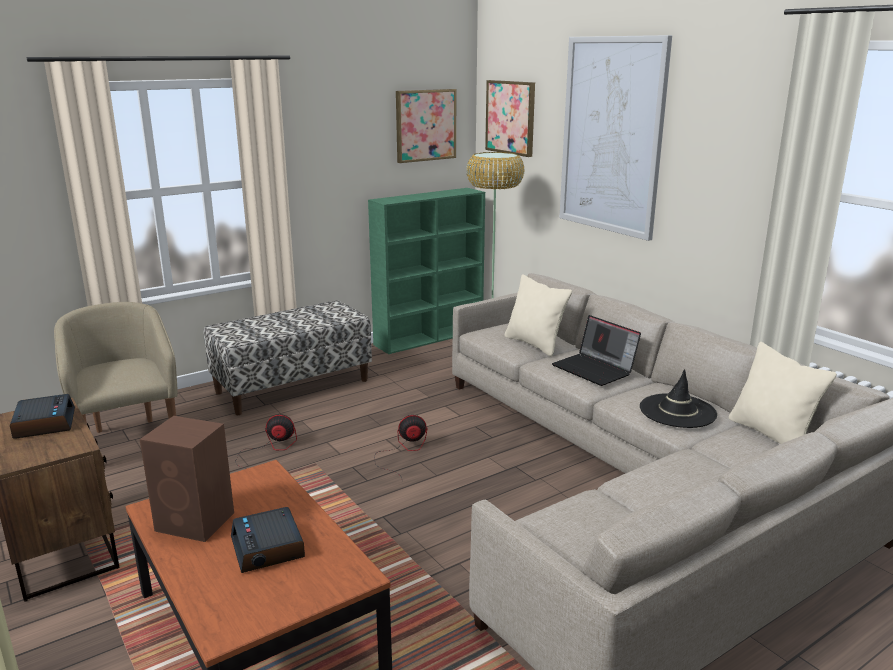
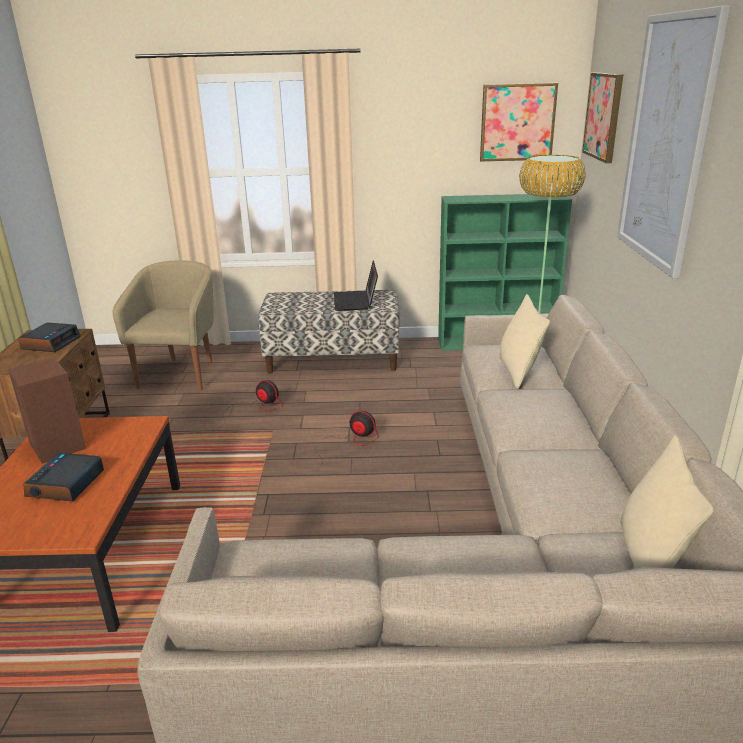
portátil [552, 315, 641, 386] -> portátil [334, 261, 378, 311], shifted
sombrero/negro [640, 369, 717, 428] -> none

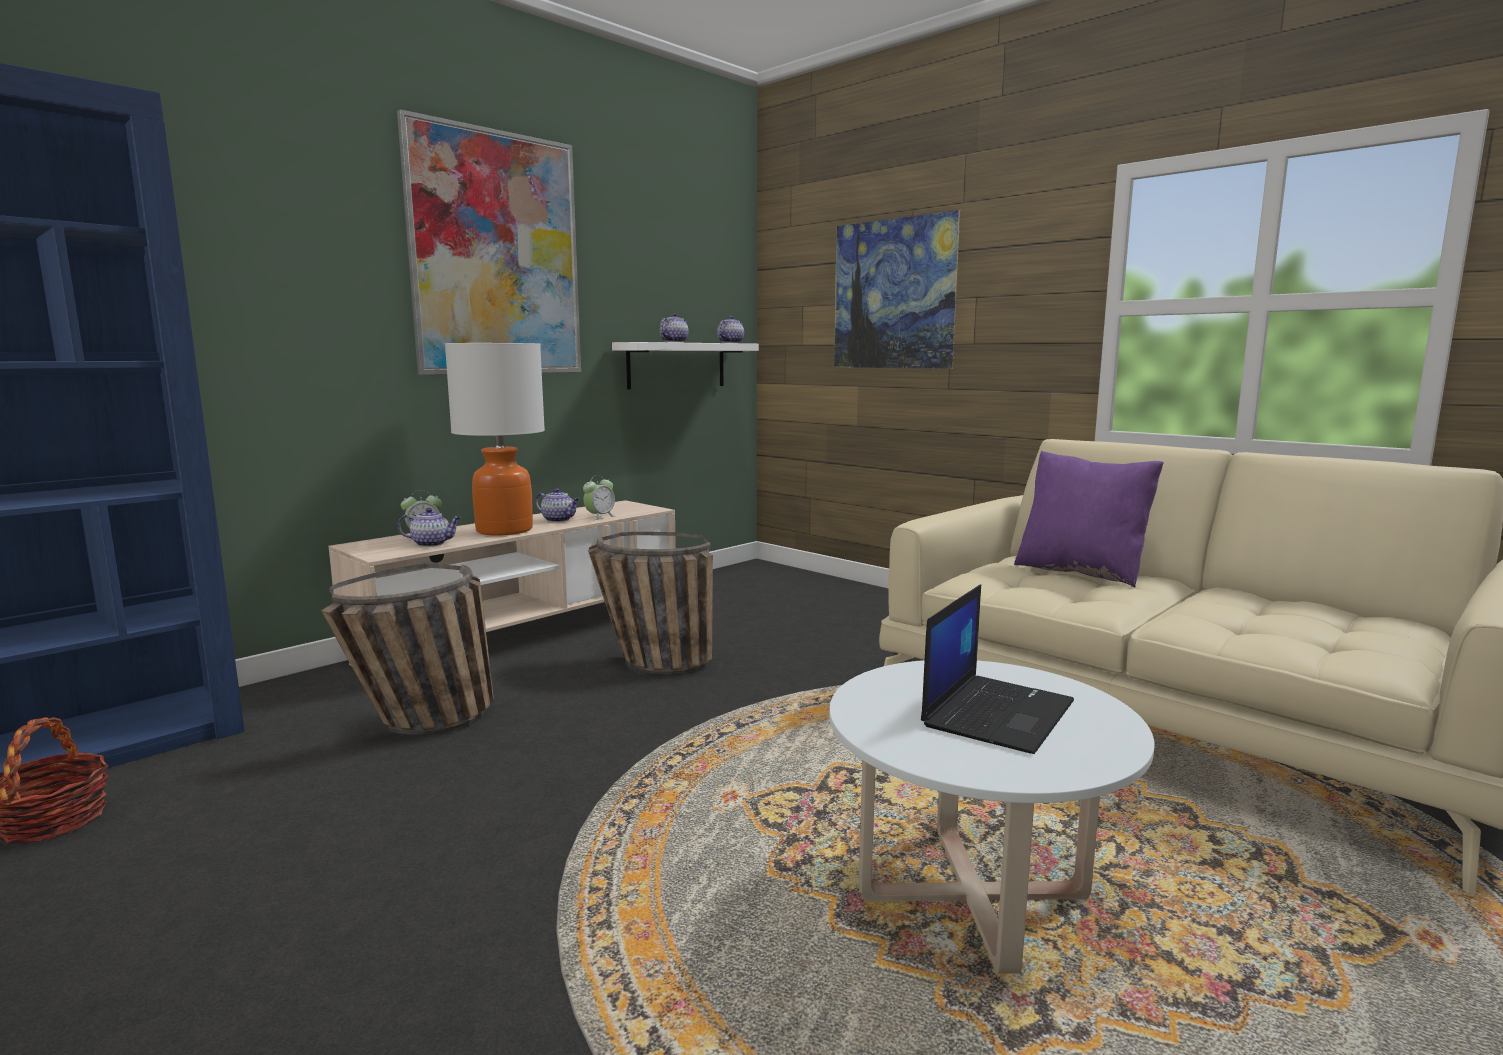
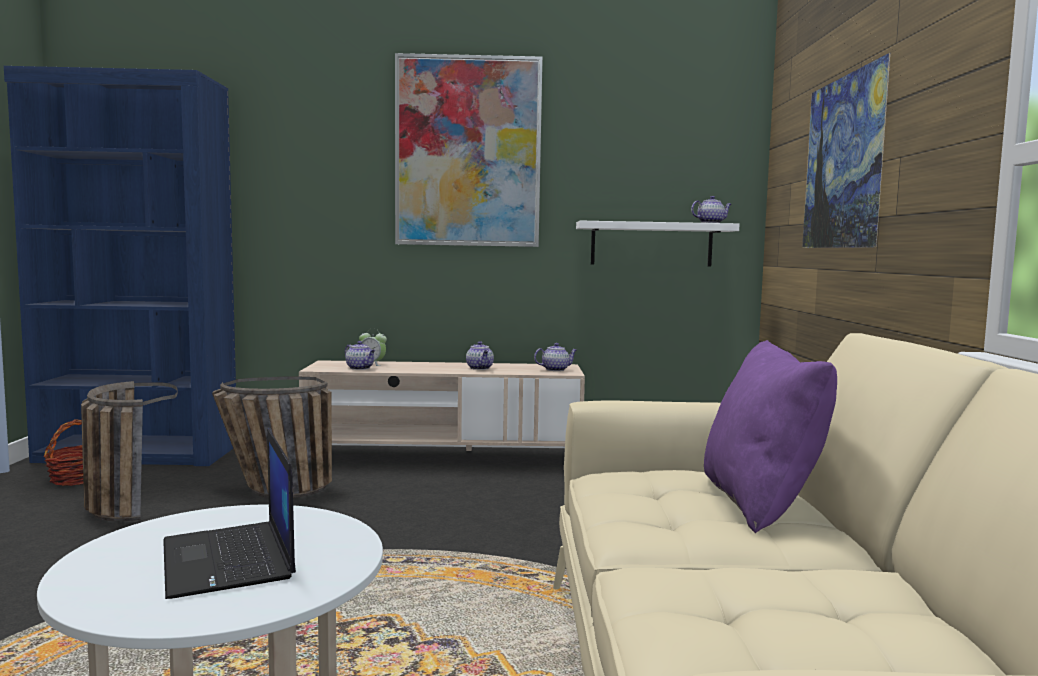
lámpara de mesa [445, 343, 545, 536] -> none
despertador [583, 475, 615, 520] -> none
cesta [588, 532, 713, 675] -> cesta [81, 381, 178, 521], shifted
tetera [660, 313, 689, 343] -> tetera [534, 343, 577, 371], shifted
portátil [921, 584, 1074, 754] -> portátil [163, 428, 296, 599], 75 degrees clockwise

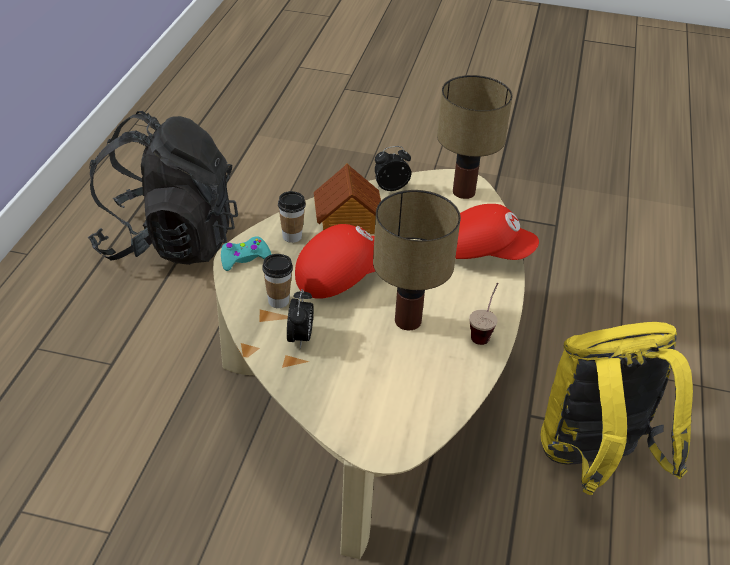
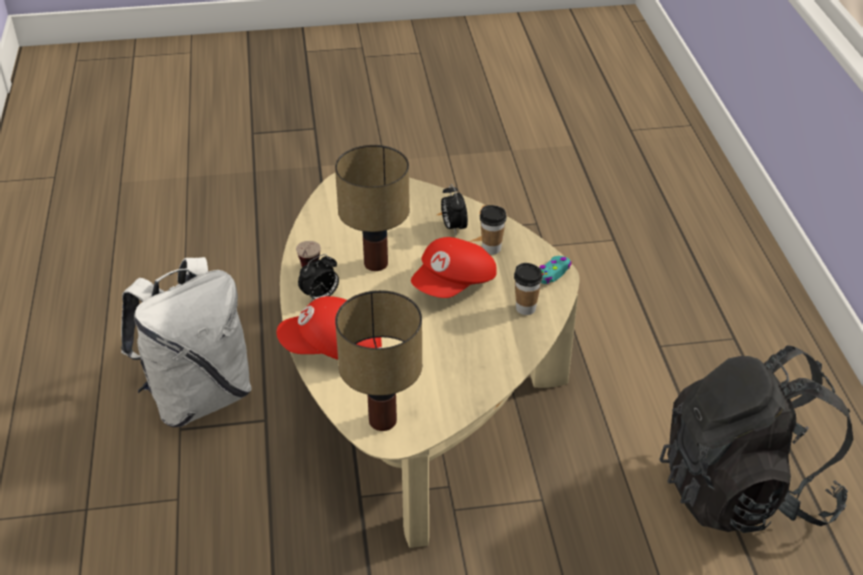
casita [314, 164, 381, 234] -> none
despertador [375, 146, 411, 191] -> despertador [298, 254, 339, 303], shifted
mochila/amarillo [540, 322, 693, 495] -> mochila/blanco [121, 257, 252, 427]

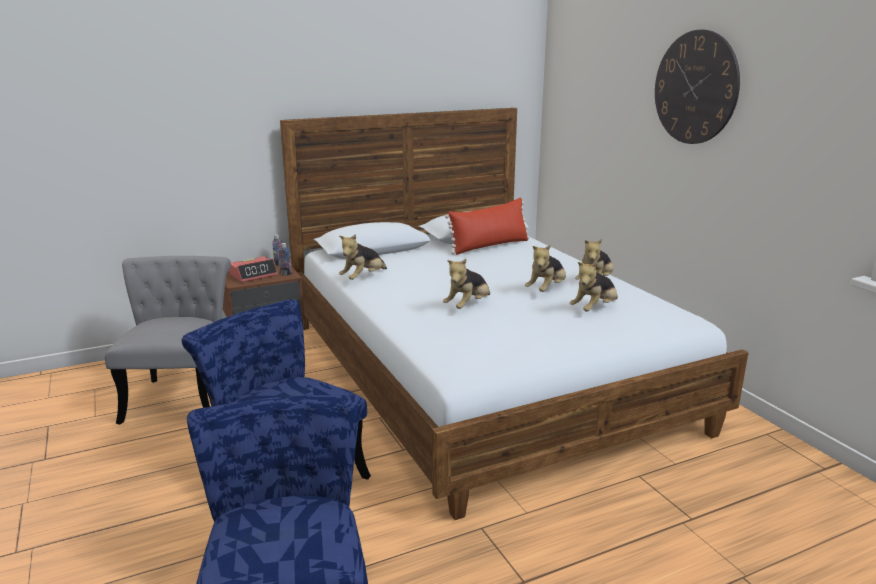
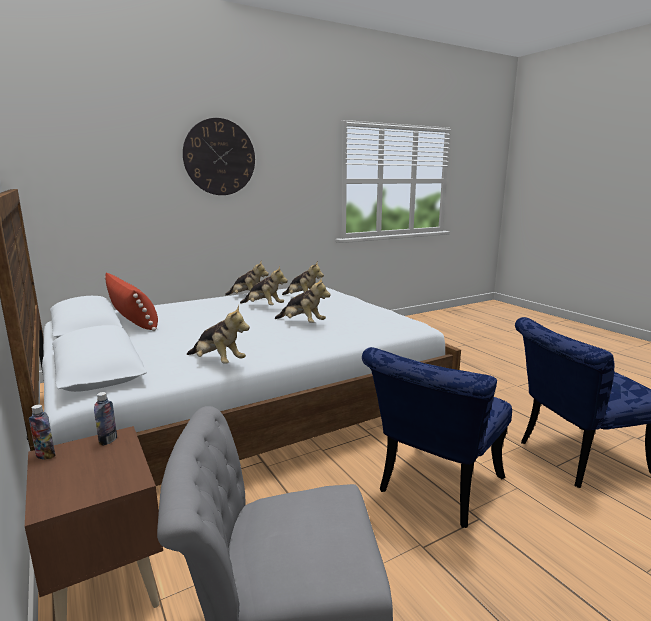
despertador [230, 256, 278, 282] -> none

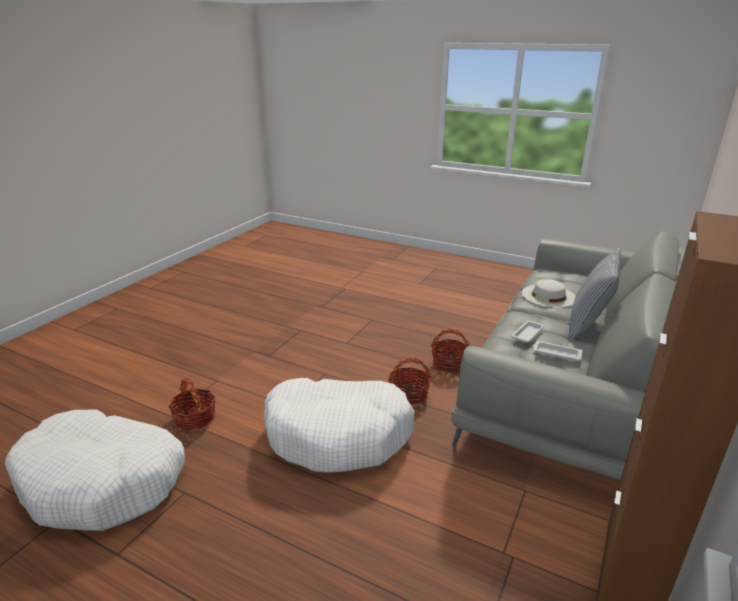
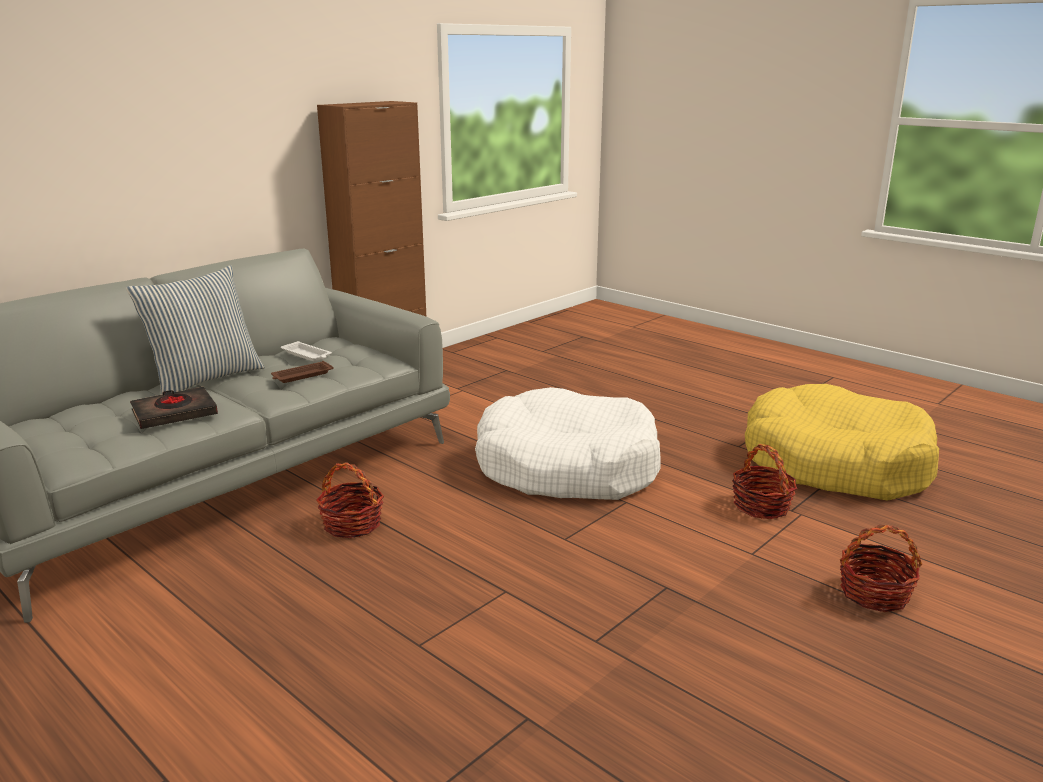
cama para perro/blanco [5, 410, 185, 531] -> cama para perro/amarillo [745, 384, 939, 501]
cesta [388, 357, 431, 405] -> cesta [840, 525, 922, 612], shifted
bandeja/blanco [511, 320, 544, 343] -> bandeja/marrón [271, 361, 334, 383]
sombrero/blanco [522, 279, 576, 308] -> libro/negro [130, 387, 218, 429]

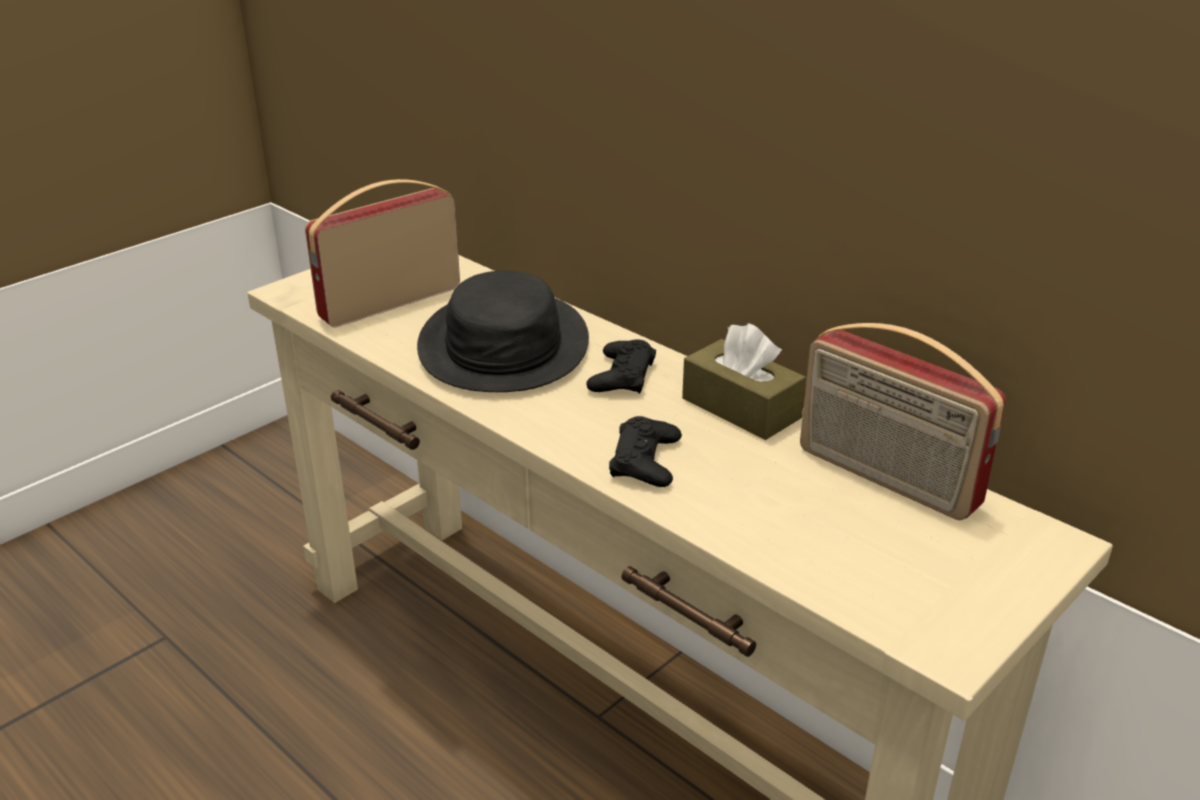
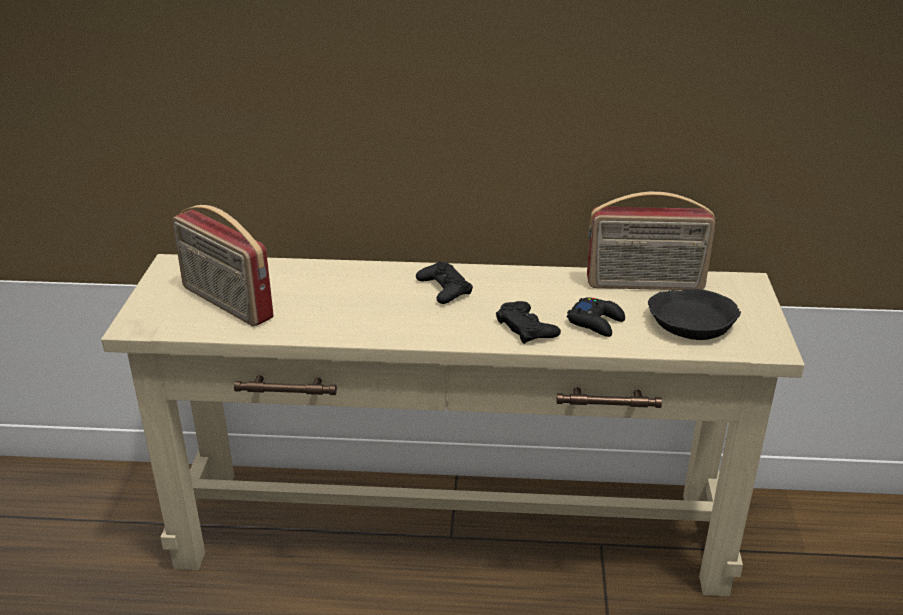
radio [305, 179, 460, 327] -> radio [172, 205, 274, 327], 60 degrees counterclockwise
sombrero/negro [417, 271, 589, 392] -> none
caja de pañuelos/marrón [682, 323, 806, 440] -> none
none -> mando de consola/negro [567, 297, 625, 337]
none -> cuenco/negro [648, 289, 741, 340]

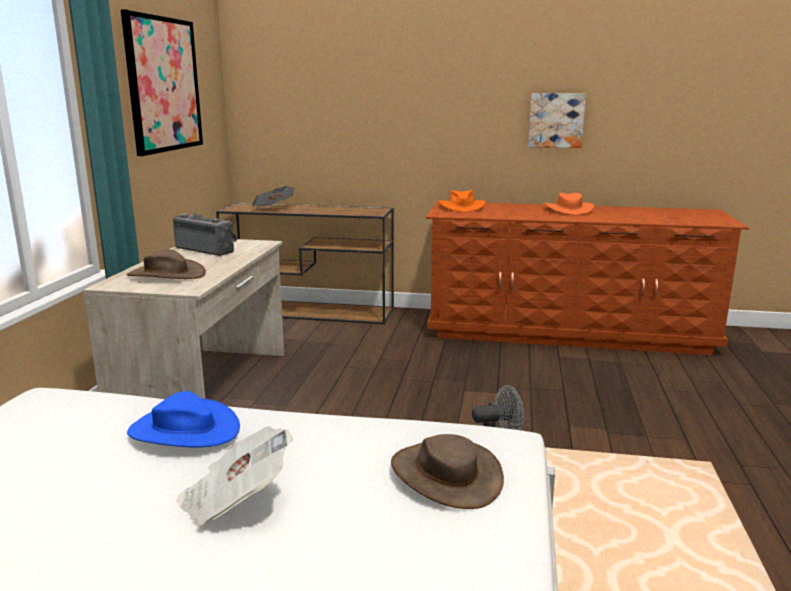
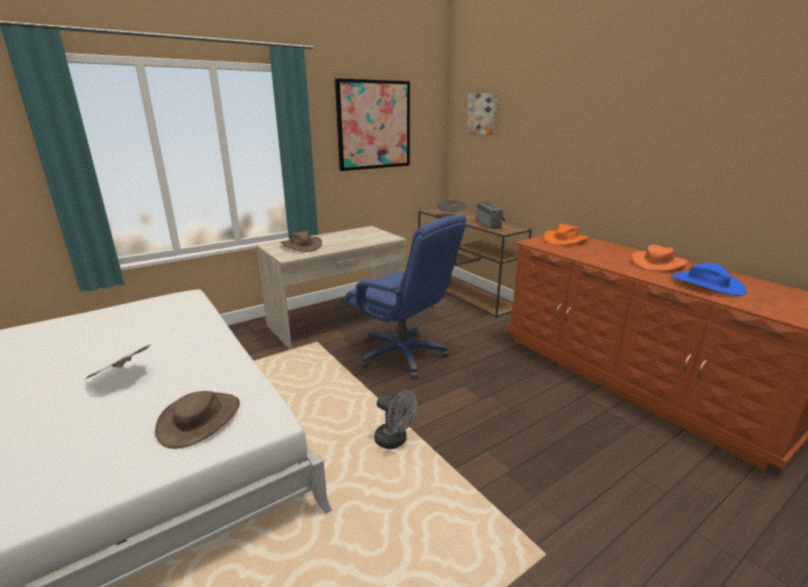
sombrero/azul [127, 391, 240, 448] -> sombrero/azul [671, 263, 747, 296], shifted
radio [173, 213, 238, 256] -> radio [476, 201, 506, 229], shifted
cuadro [528, 93, 586, 148] -> cuadro [466, 93, 498, 135], shifted
none -> silla de oficina/azul [344, 214, 466, 379]

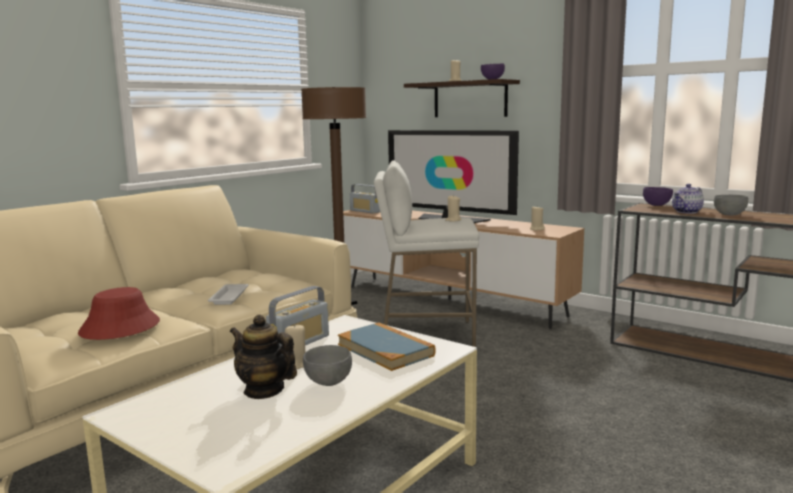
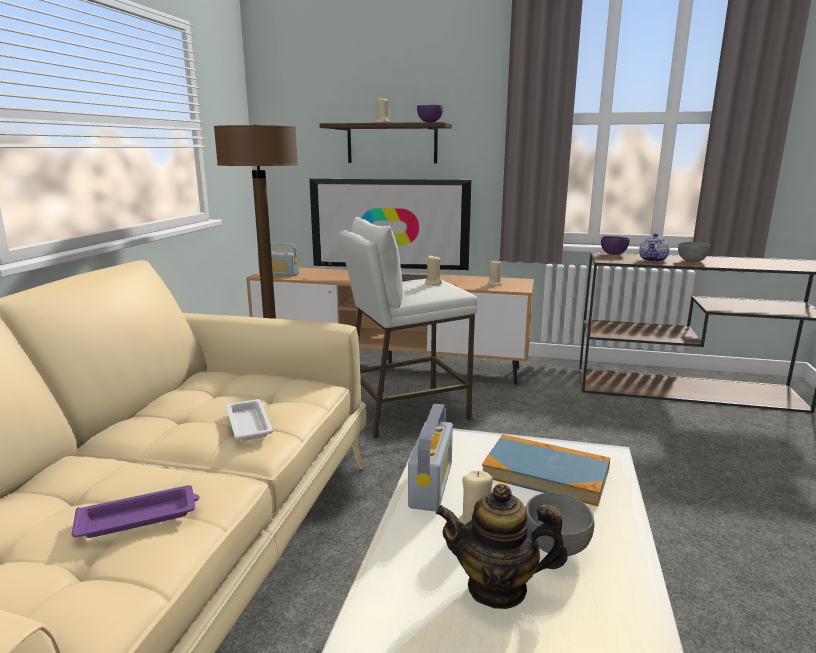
sombrero/rojo [78, 287, 160, 340] -> bandeja/morado [72, 485, 200, 538]

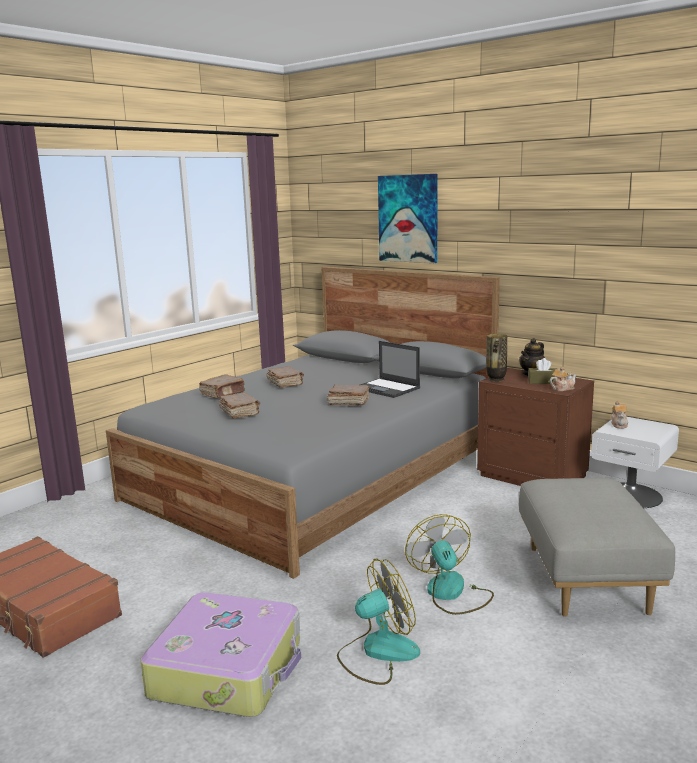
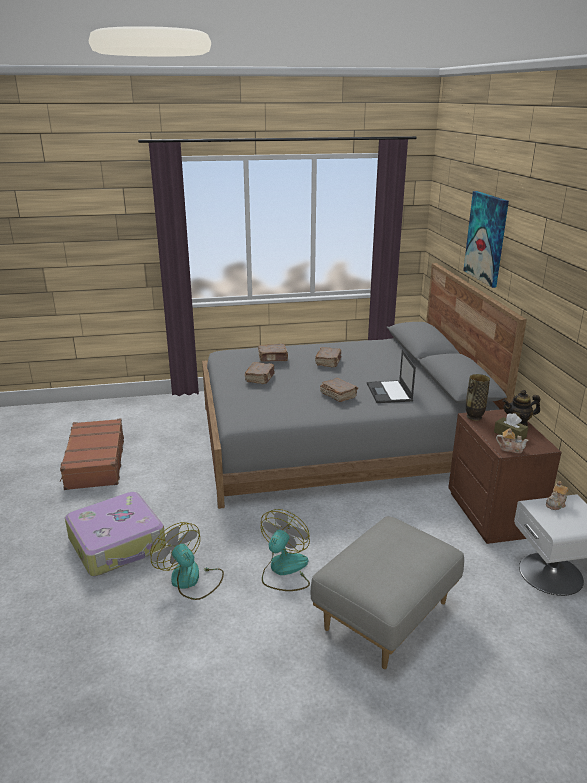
ventilador [337, 558, 420, 685] -> ventilador [150, 522, 224, 600], 150 degrees counterclockwise

